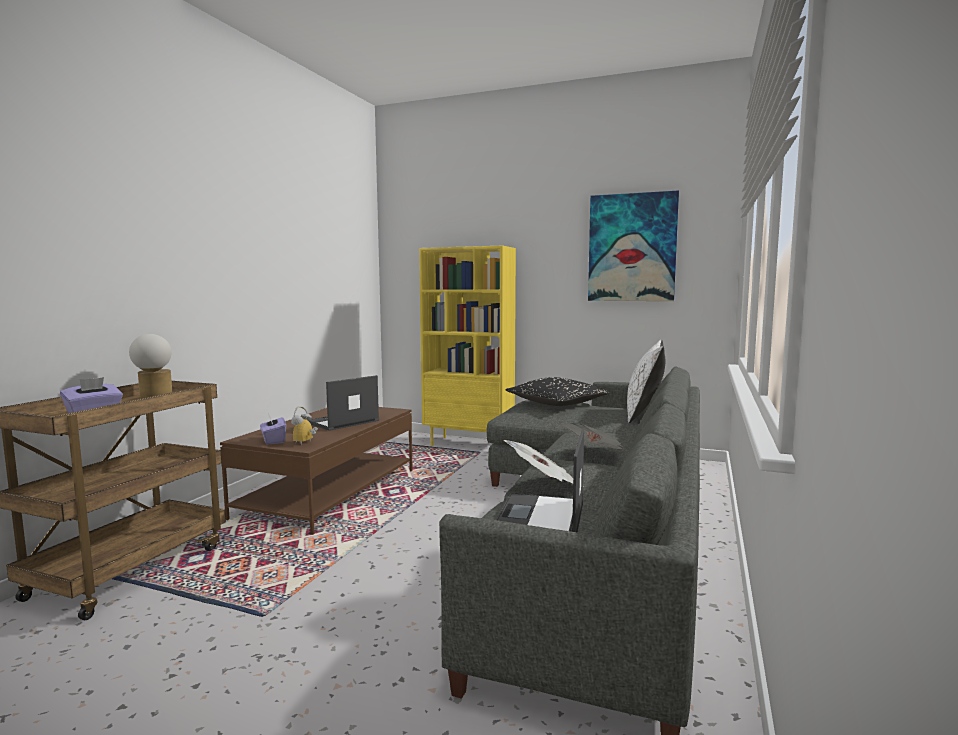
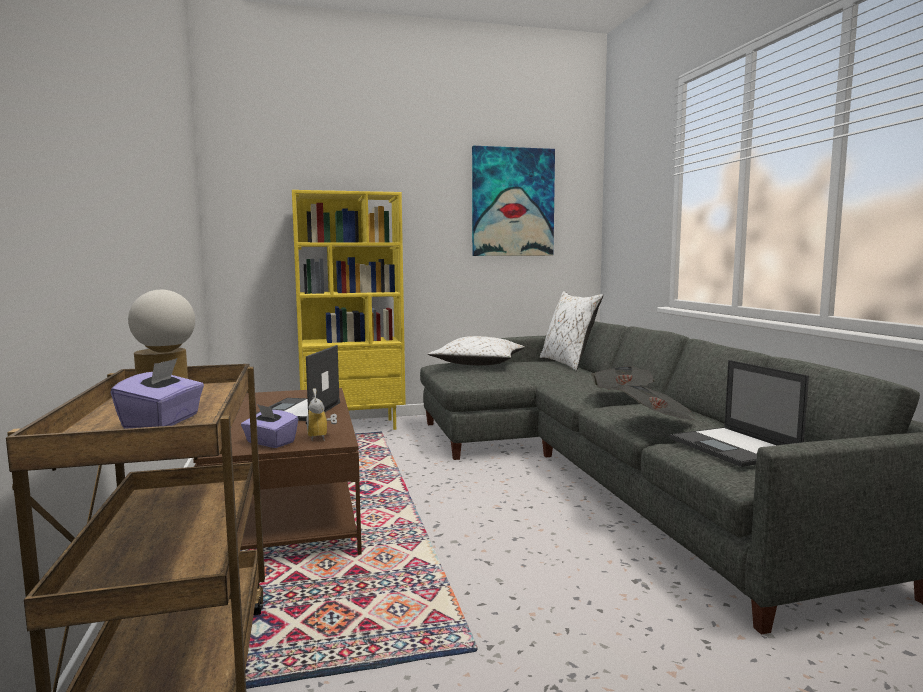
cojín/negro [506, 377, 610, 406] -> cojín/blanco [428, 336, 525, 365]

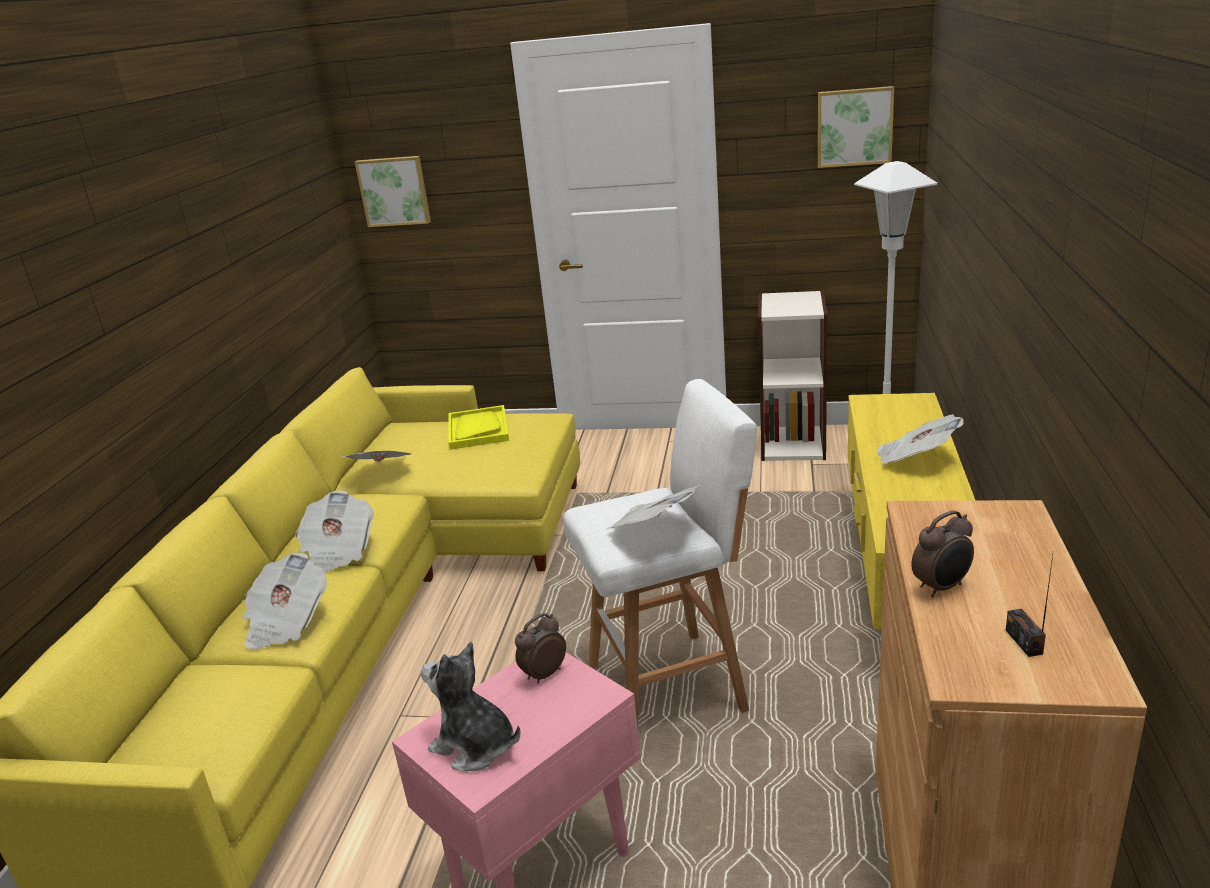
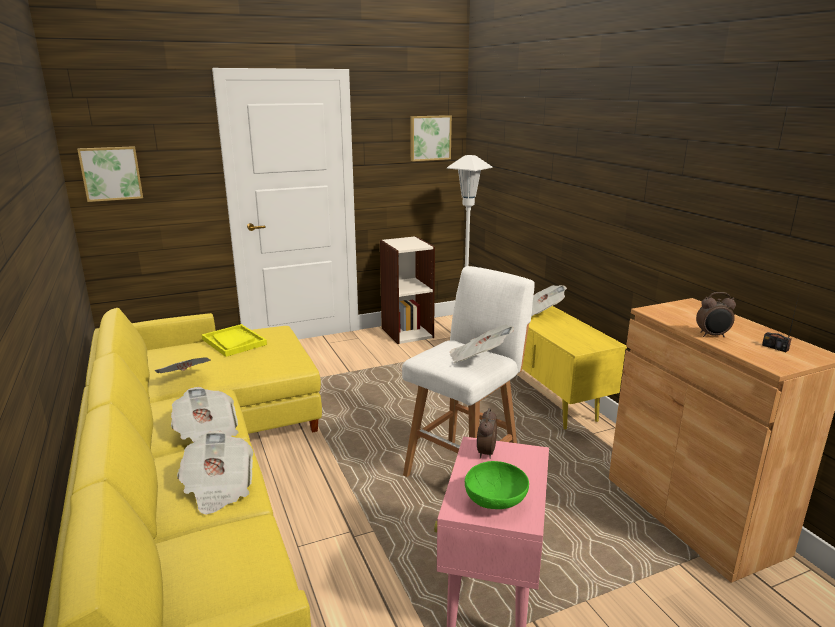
peluche [421, 642, 520, 771] -> cuenco/verde [465, 461, 529, 509]
despertador [911, 510, 974, 597] -> despertador [696, 292, 736, 337], 60 degrees clockwise

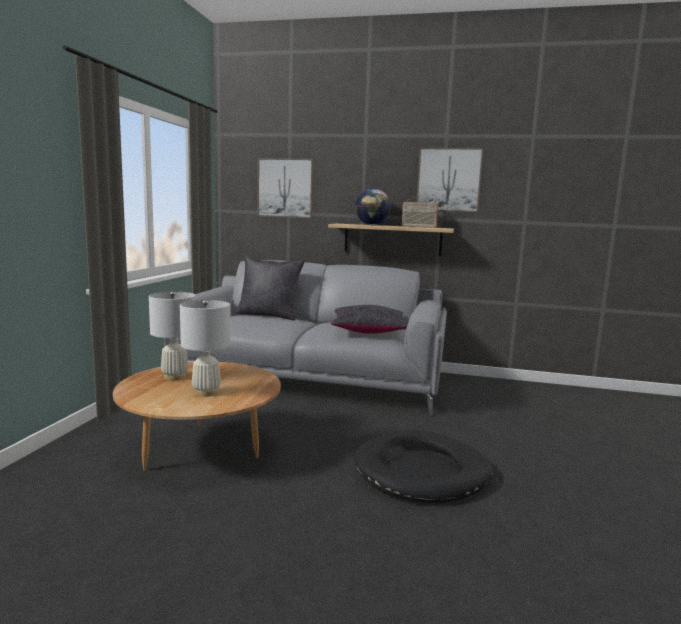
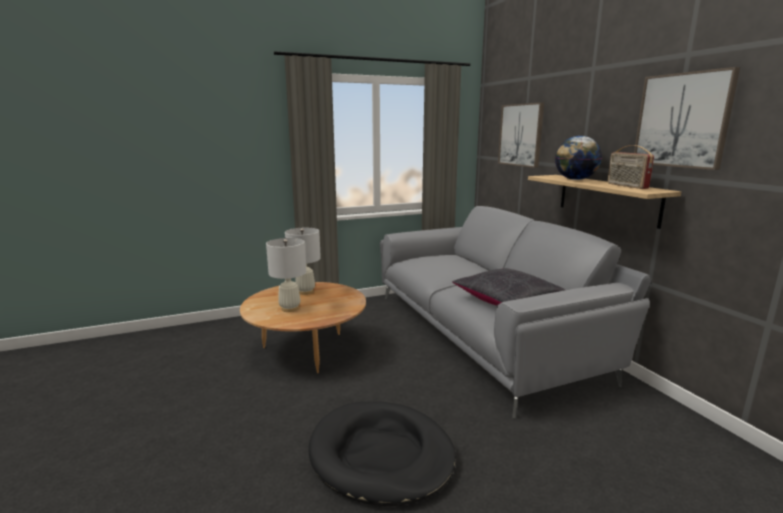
cojín/negro [235, 256, 305, 320] -> none

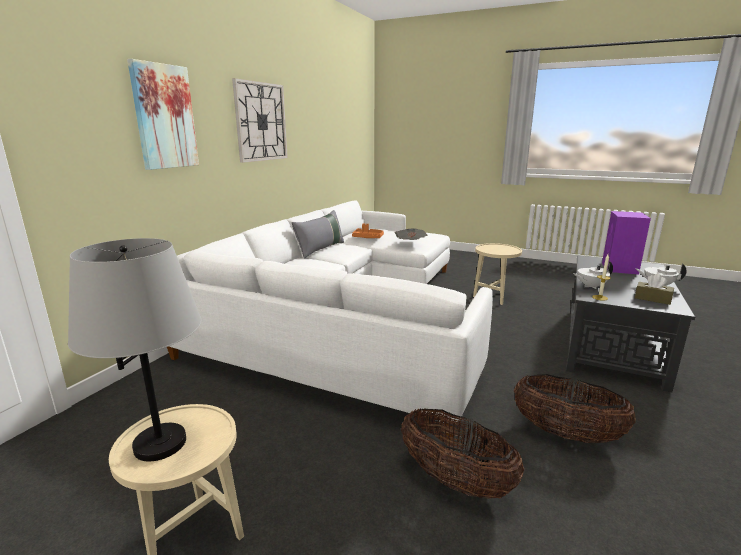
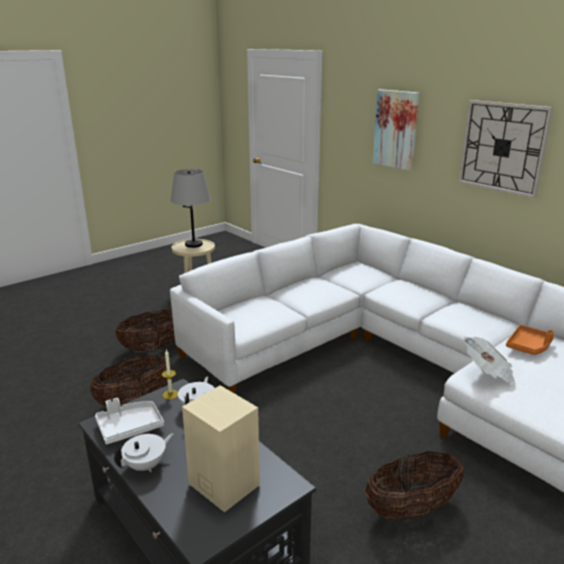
cojín/gris [292, 210, 344, 259] -> none
mesa auxiliar/beis [473, 243, 522, 305] -> cesta [365, 451, 464, 520]
altavoz/morado [602, 211, 651, 275] -> altavoz/beis [182, 385, 260, 512]
caja de pañuelos/marrón [635, 274, 674, 305] -> bandeja/blanco [95, 398, 164, 444]

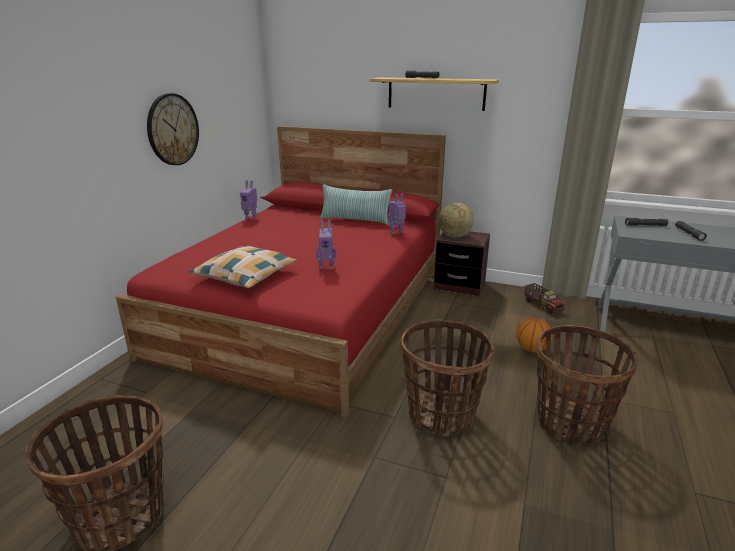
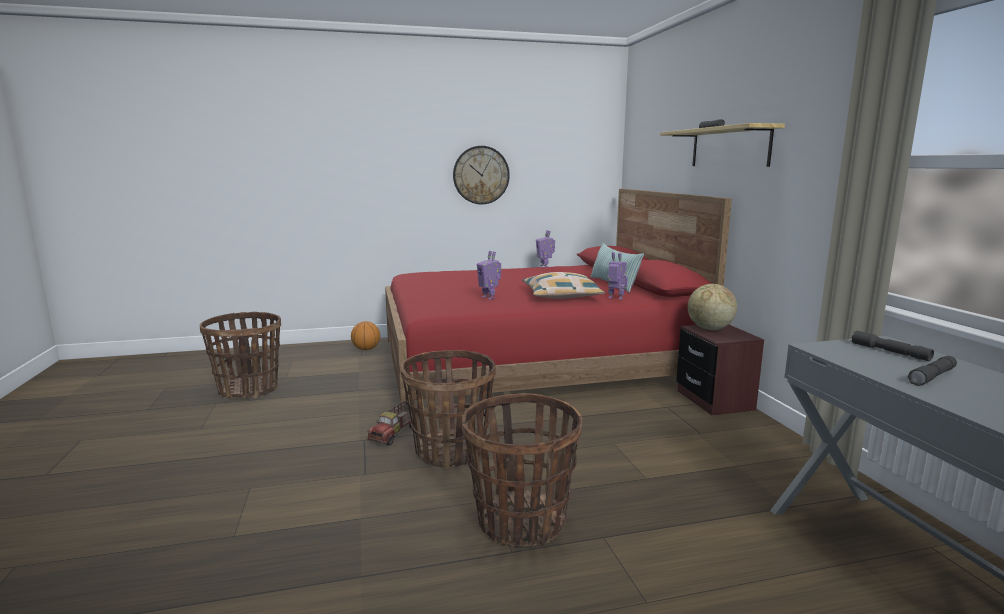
cojín [189, 246, 297, 288] -> cojín [522, 272, 605, 298], shifted
balón de baloncesto [516, 318, 552, 353] -> balón de baloncesto [351, 321, 380, 350], shifted
camión de juguete [524, 283, 565, 314] -> camión de juguete [368, 401, 419, 446], shifted

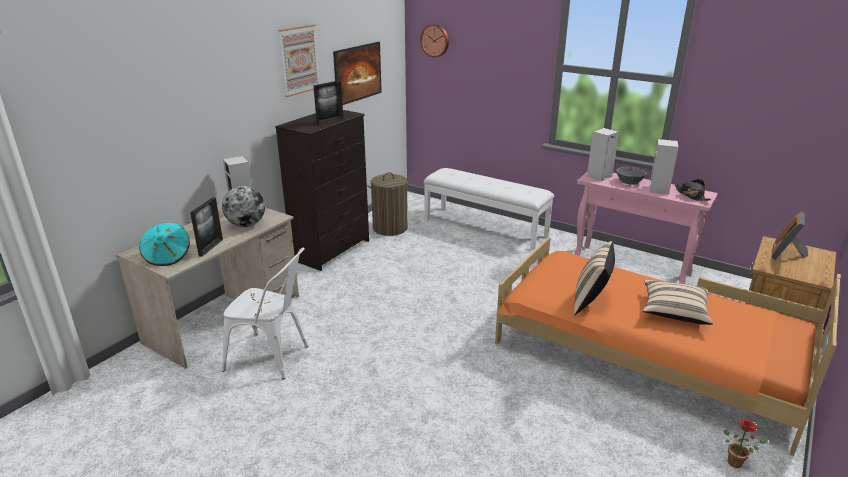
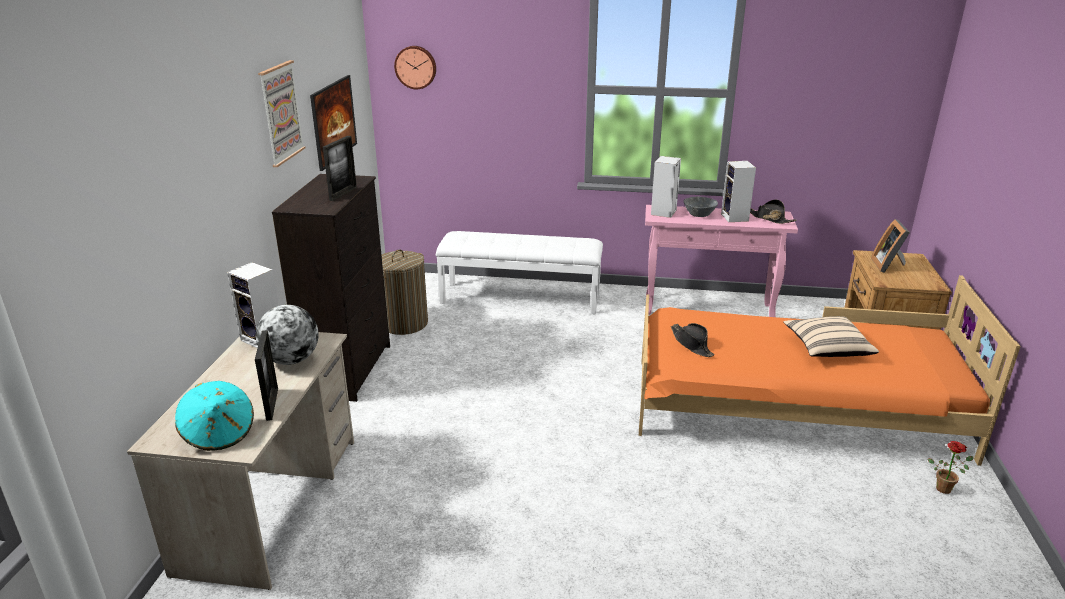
silla/blanco [222, 248, 308, 379] -> none
cojín/beis [574, 241, 615, 315] -> none
none -> sombrero/negro [671, 323, 715, 357]

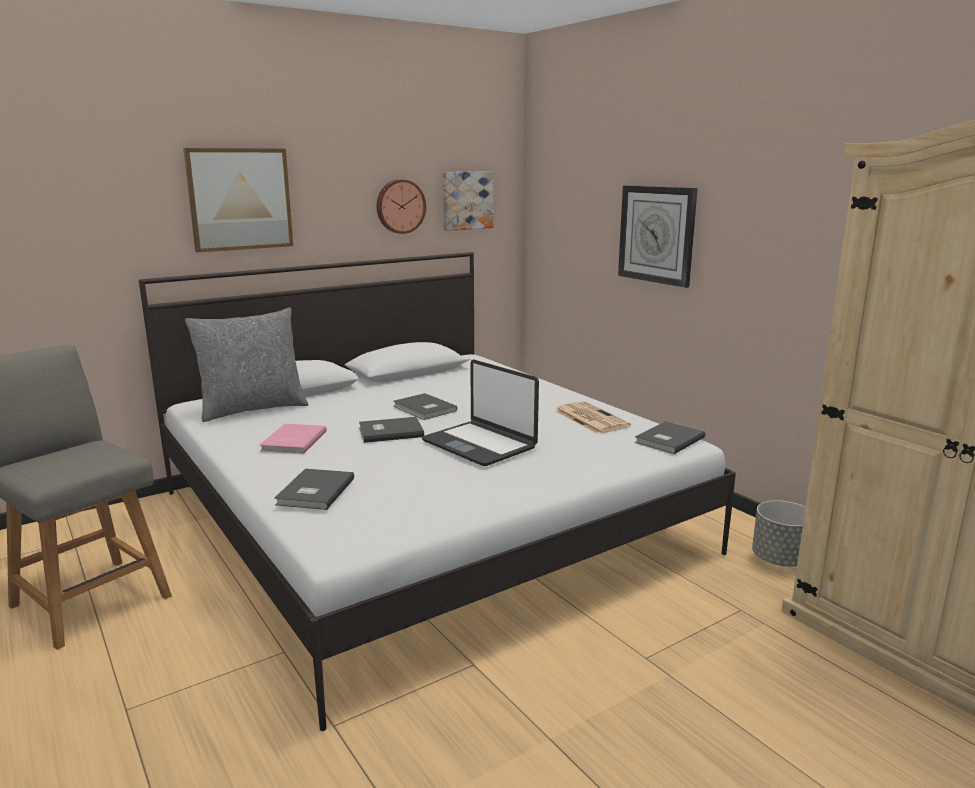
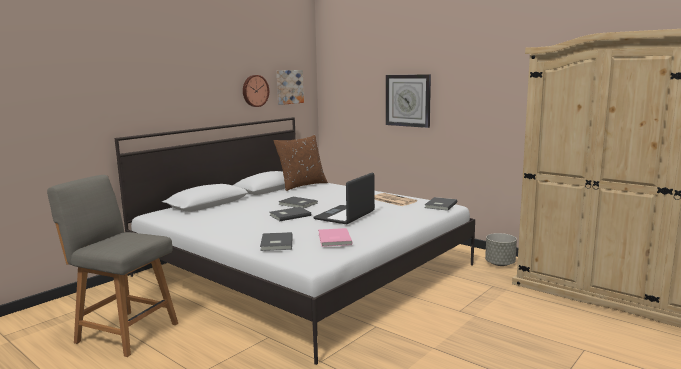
cuadro [183, 148, 293, 252] -> none
cojín/gris [185, 308, 309, 422] -> none
libro/rosa [259, 424, 327, 454] -> libro/rosa [318, 228, 353, 247], shifted
portátil [422, 359, 539, 466] -> portátil [313, 173, 375, 224], 90 degrees clockwise
none -> cojín/marrón [273, 135, 328, 191]

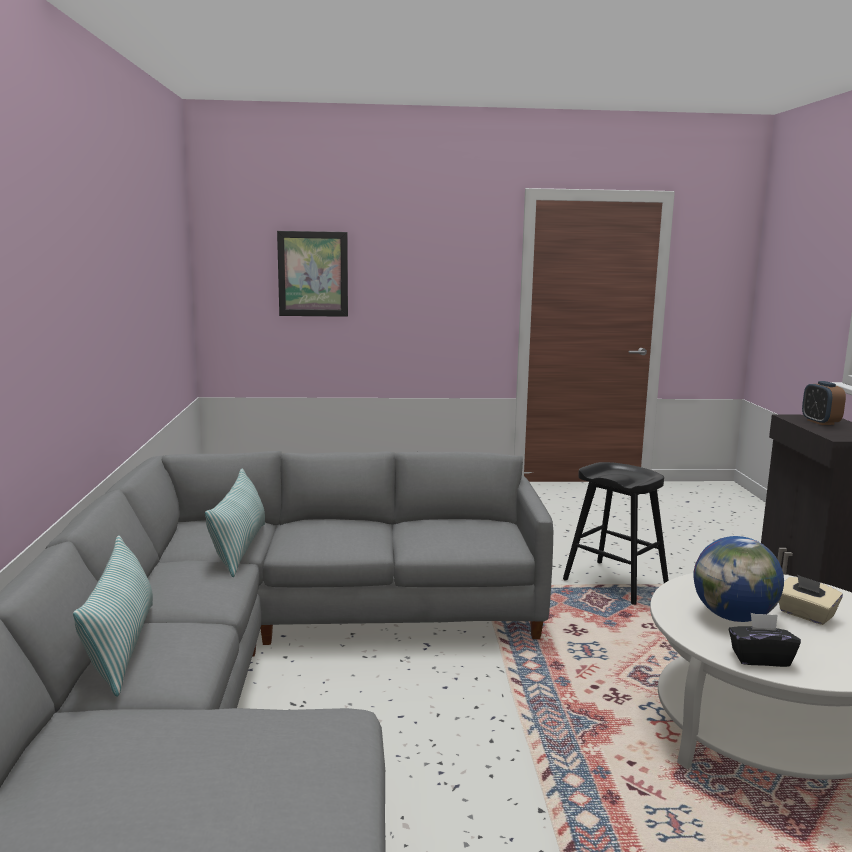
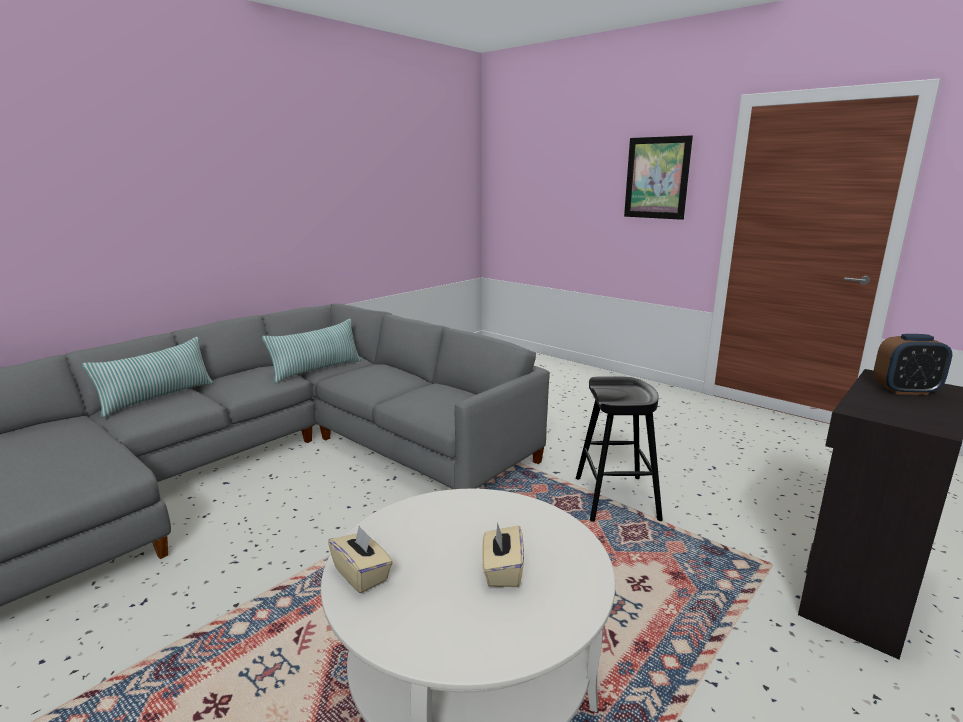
cuadro [277, 231, 348, 317] -> cuadro [624, 135, 693, 220], shifted
globo terráqueo [693, 536, 784, 622] -> none
caja de pañuelos/negro [729, 613, 801, 667] -> caja de pañuelos/beis [328, 525, 393, 593]
despertador [802, 381, 846, 425] -> despertador [873, 334, 952, 395], 120 degrees counterclockwise

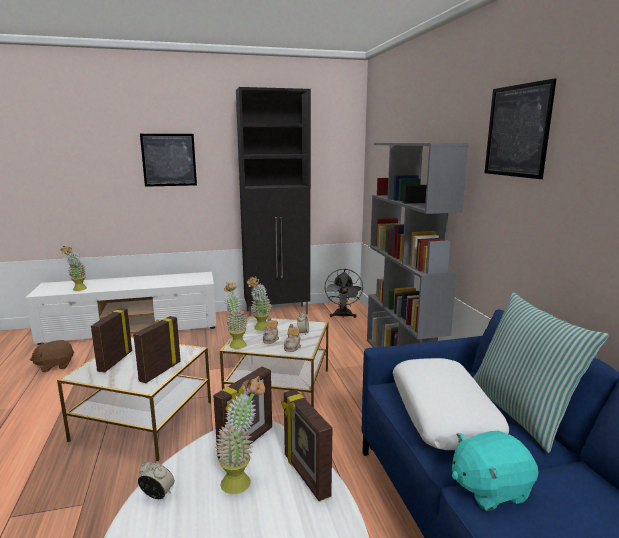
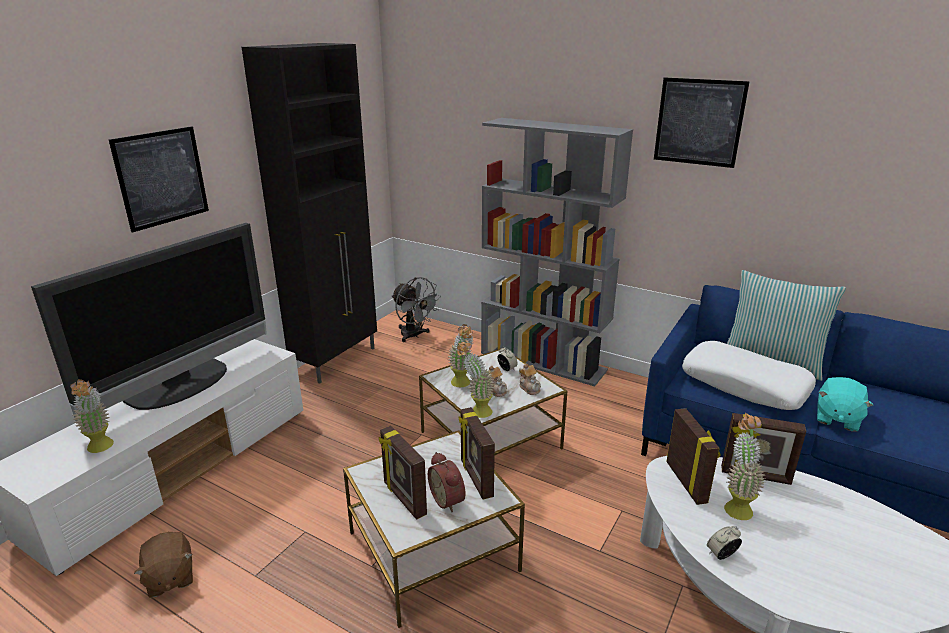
peluche/marrón [30, 340, 74, 372] -> peluche/marrón [134, 532, 193, 597], 45 degrees counterclockwise
none -> televisor [31, 223, 267, 421]
none -> despertador [428, 452, 465, 513]

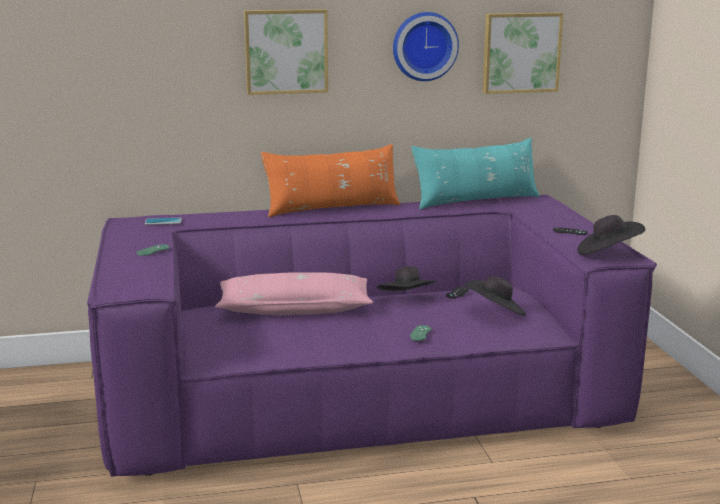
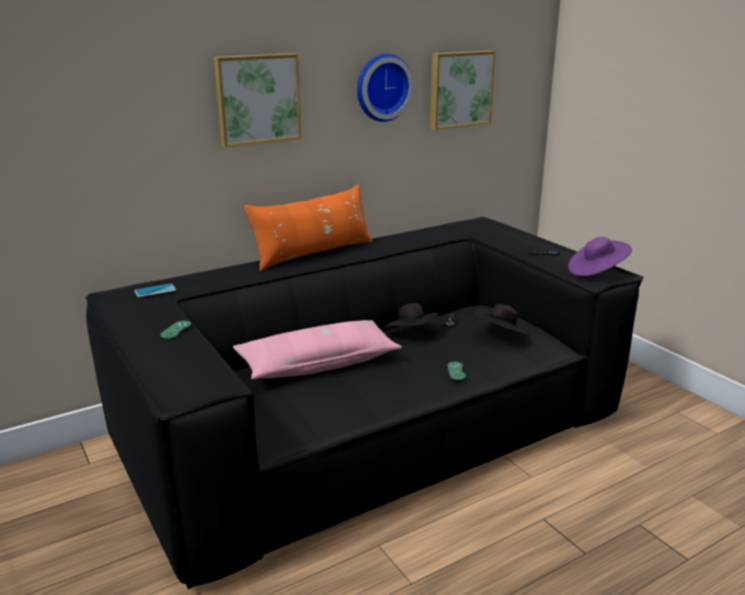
sofá/morado [87, 194, 657, 477] -> sofá/negro [86, 217, 643, 589]
cojín/turquesa [411, 138, 540, 210] -> none
sombrero/negro [577, 215, 645, 255] -> sombrero/morado [568, 237, 632, 276]

